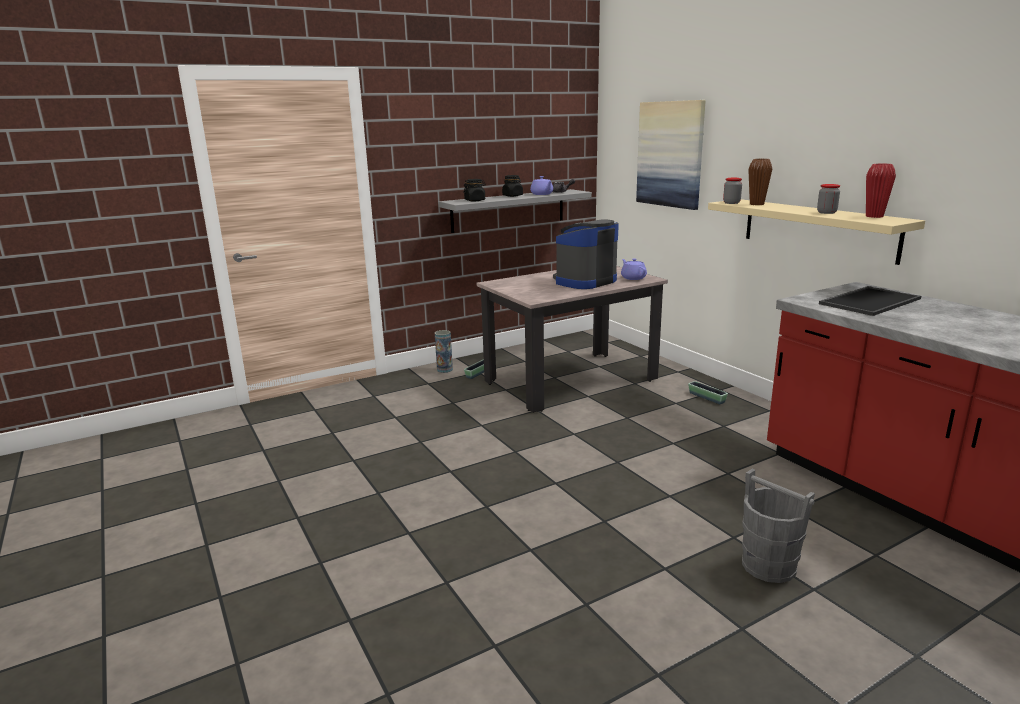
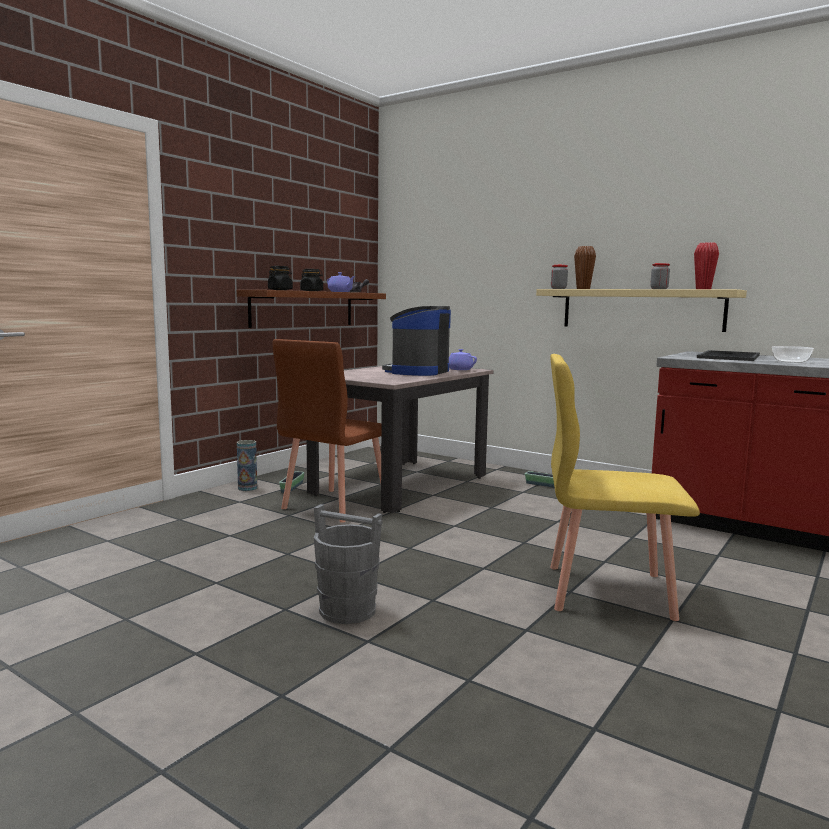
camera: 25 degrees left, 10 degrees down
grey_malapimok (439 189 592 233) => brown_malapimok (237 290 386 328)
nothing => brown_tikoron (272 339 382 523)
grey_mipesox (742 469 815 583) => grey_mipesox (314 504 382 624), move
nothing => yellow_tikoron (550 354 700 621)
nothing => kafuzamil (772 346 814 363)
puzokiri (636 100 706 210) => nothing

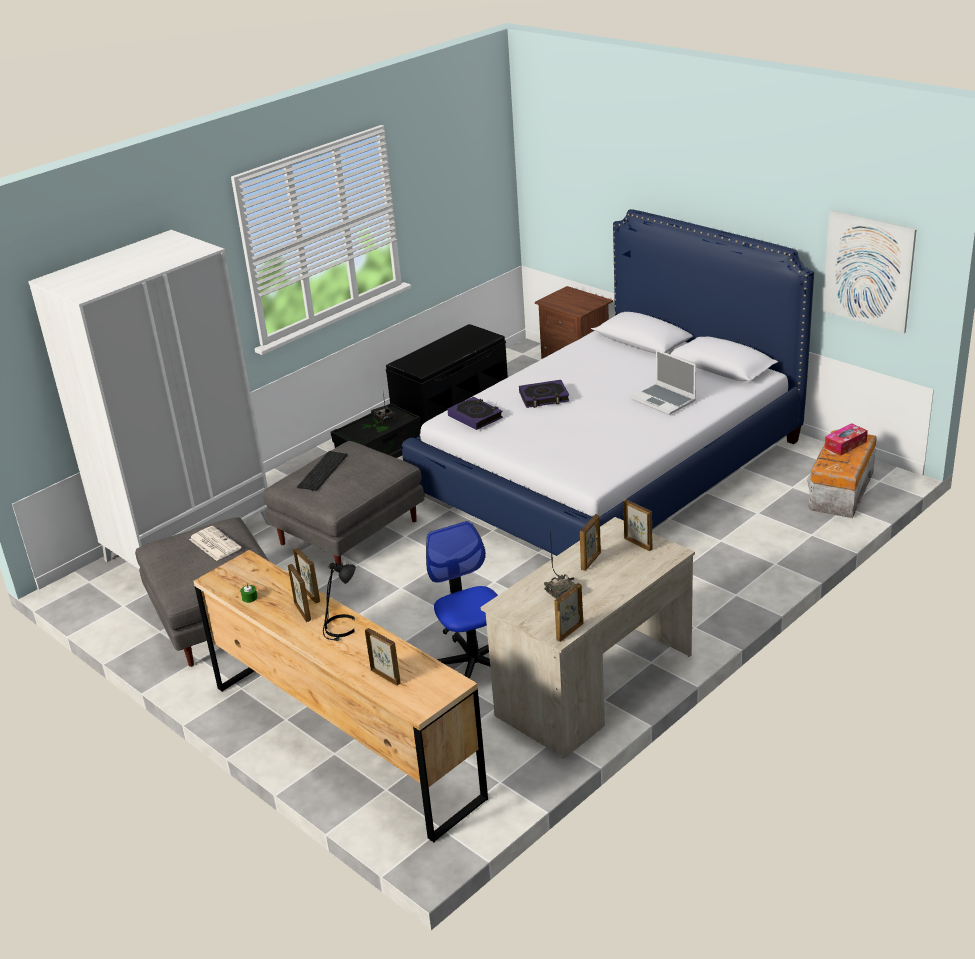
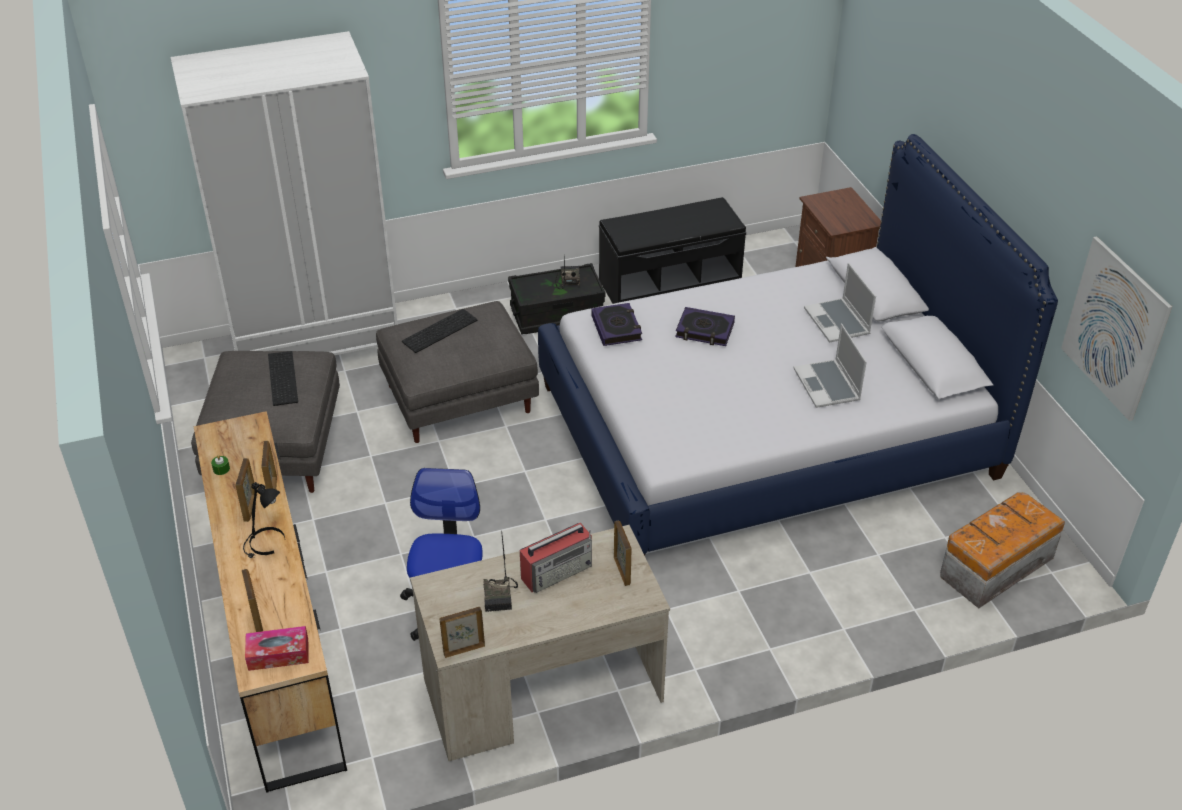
camera: 25 degrees right, 10 degrees up
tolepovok (825 423 868 456) => tolepovok (245 626 309 671), move
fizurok (189 526 241 561) => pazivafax (268 351 298 406)
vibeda (580 514 601 571) => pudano (520 523 592 593)
nothing => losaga (804 263 876 343)

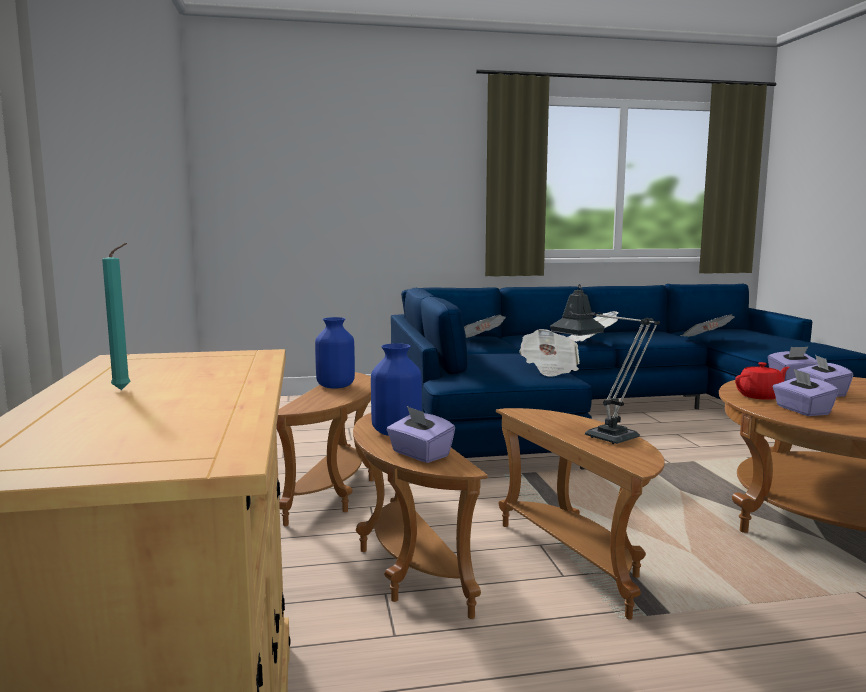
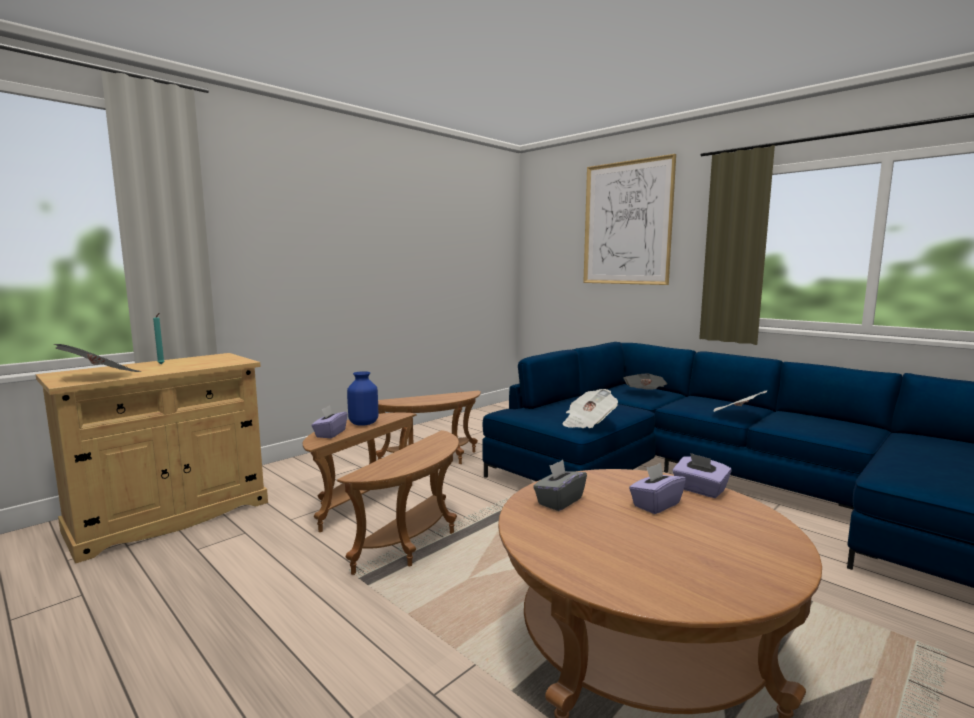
camera: 55 degrees right, 0 degrees up
fizurok (680 314 735 337) => fizurok (53 344 141 372), move
purple_tolepovok (773 368 839 416) => grey_tolepovok (533 460 587 511)
nothing => puzokiri (583 154 676 285)
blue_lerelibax (315 317 355 388) => nothing
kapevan (550 284 660 444) => nothing
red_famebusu (735 362 790 400) => nothing

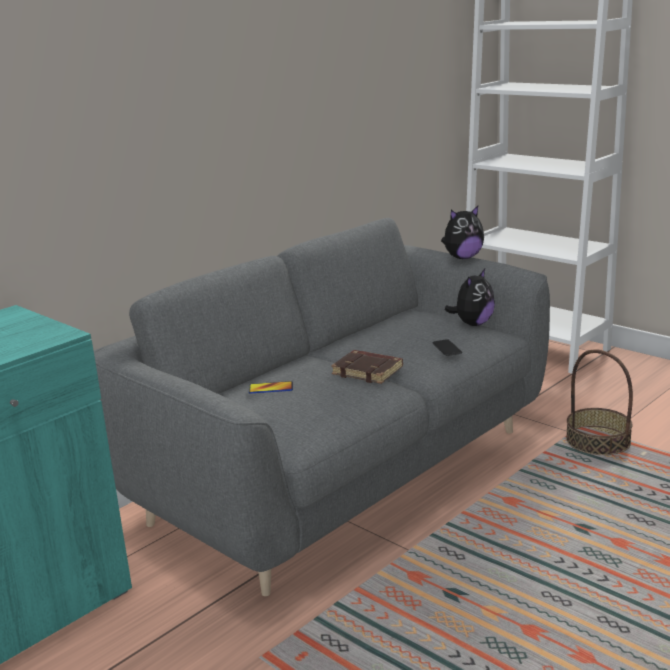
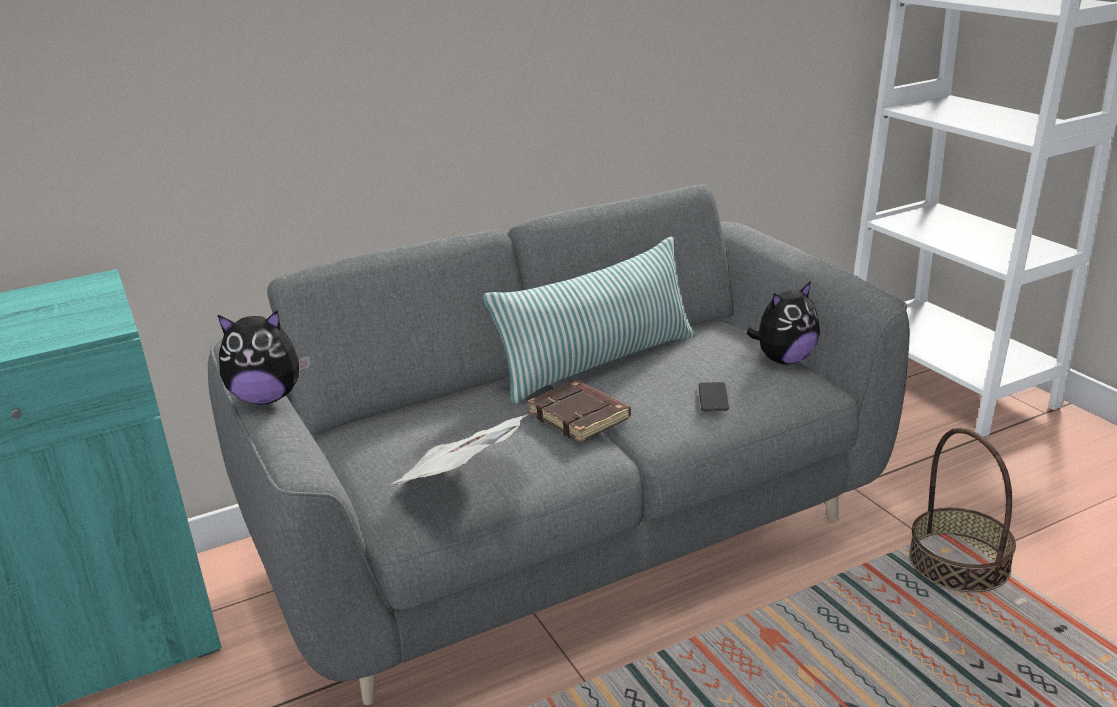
camera: 20 degrees right, 5 degrees up
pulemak (441 206 484 259) => pulemak (217 311 310 404), move
nothing => fizurok (392 414 529 484)
nothing => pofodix (483 236 695 405)
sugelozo (249 381 293 394) => nothing

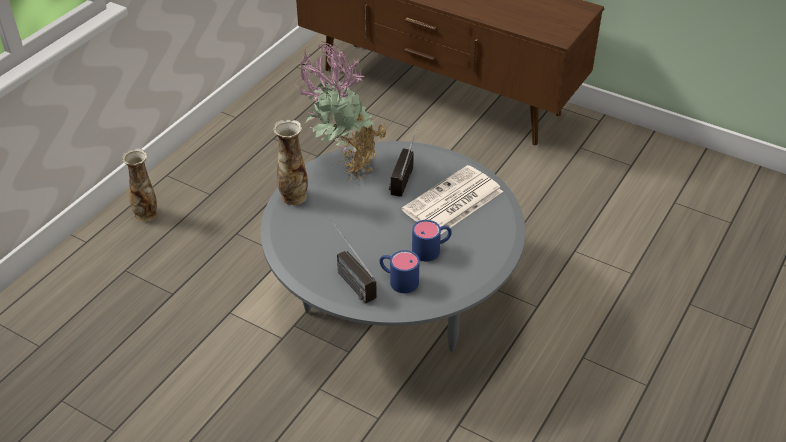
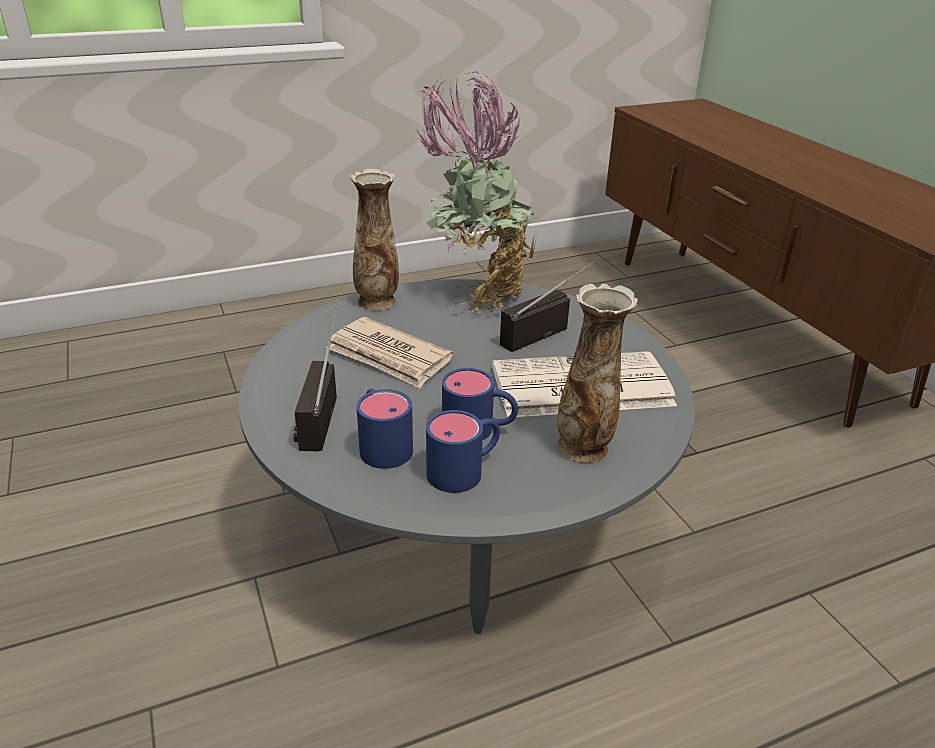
camera: 35 degrees right, 10 degrees down
nothing => fizurok (326 317 453 389)
nothing => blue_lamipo (426 410 500 493)
lerelibax (122 148 157 222) => lerelibax (557 284 638 463), move

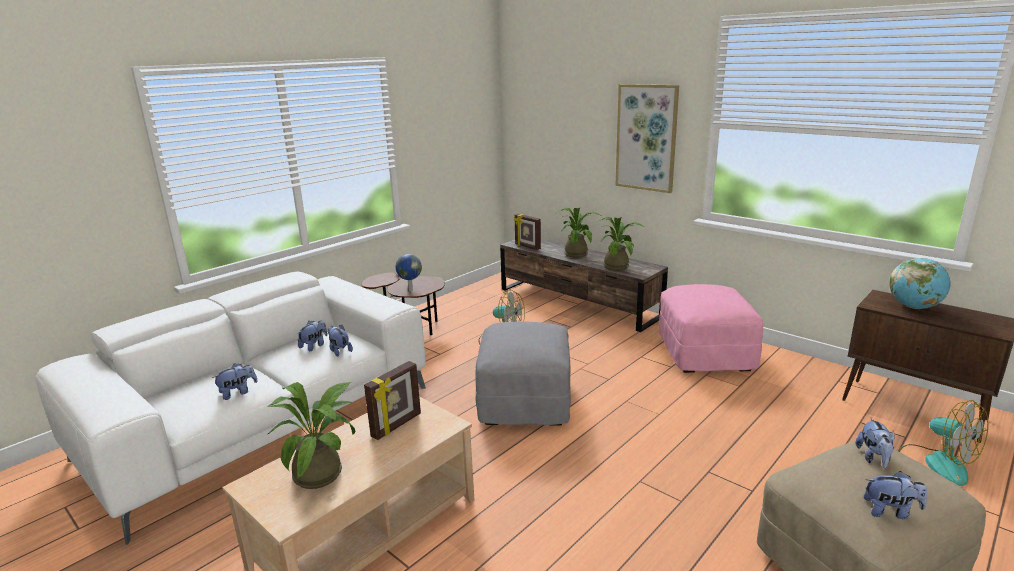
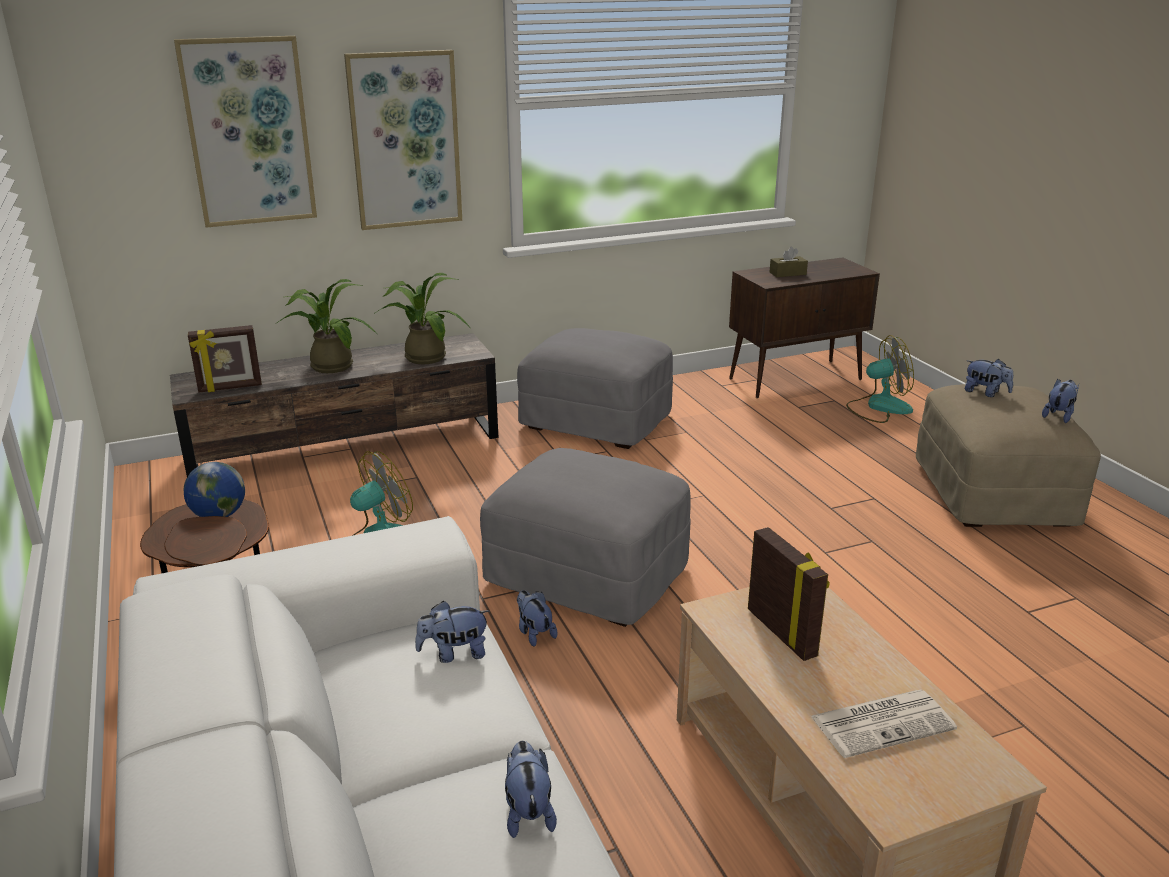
camera: 65 degrees left, 5 degrees up
nothing => puzokiri (174 36 317 228)
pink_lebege (659 284 763 373) => grey_lebege (517 328 673 449)
pulemak (297 320 328 352) => pulemak (517 590 557 647), move
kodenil (889 258 950 309) => brown_tolepovok (770 247 808 277)
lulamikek (268 382 355 489) => fizurok (811 690 957 758)

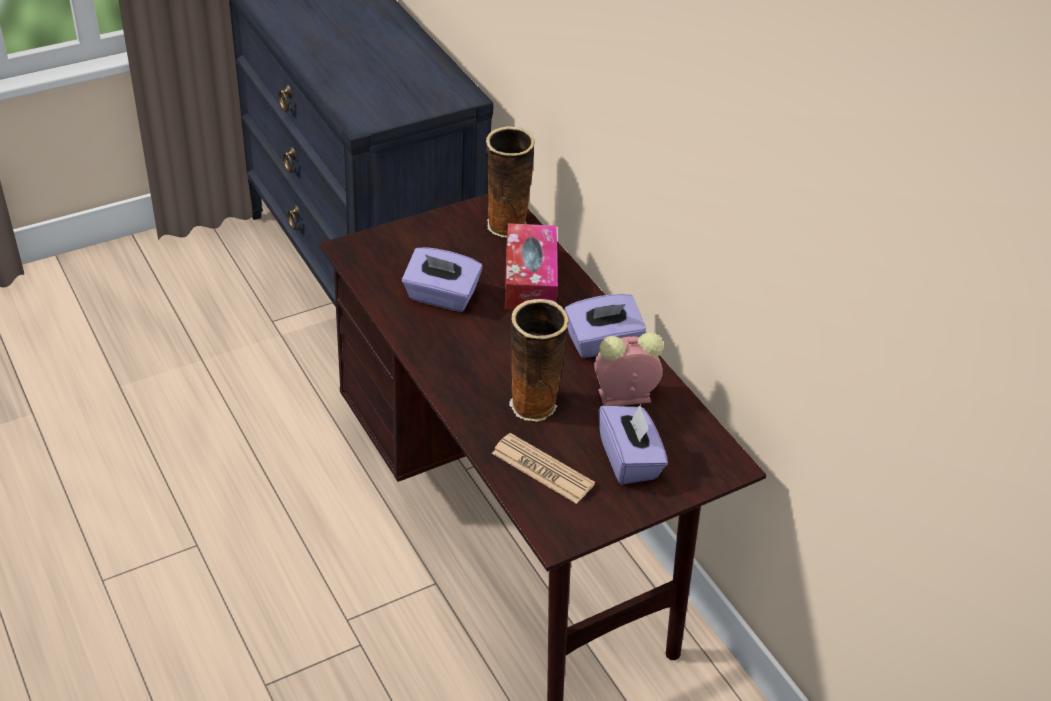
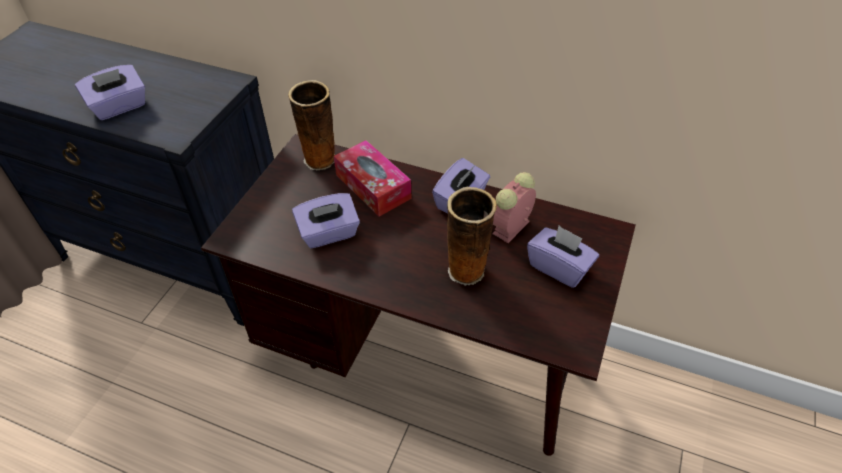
camera: 35 degrees left, 5 degrees up
nothing => purple_tolepovok (75 65 145 120)
fizurok (492 433 595 504) => nothing

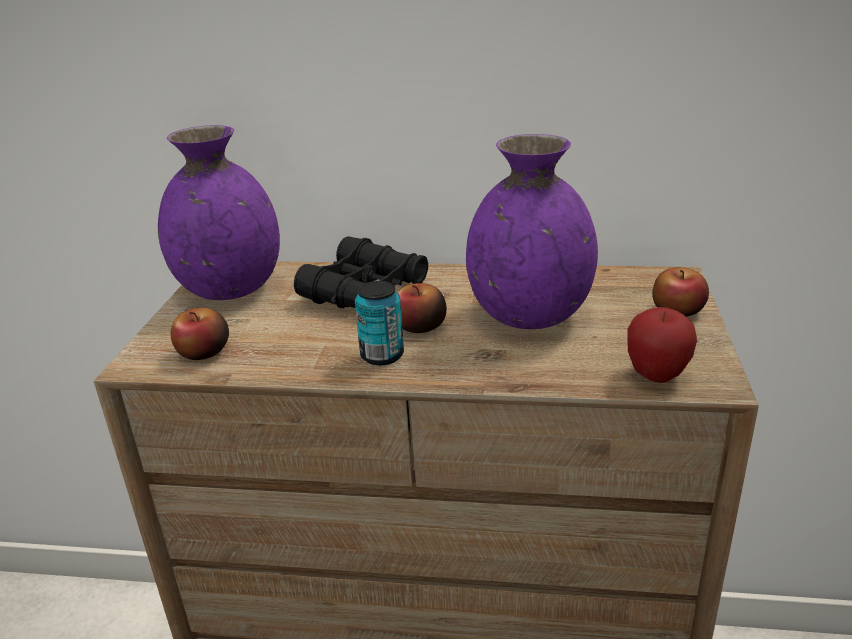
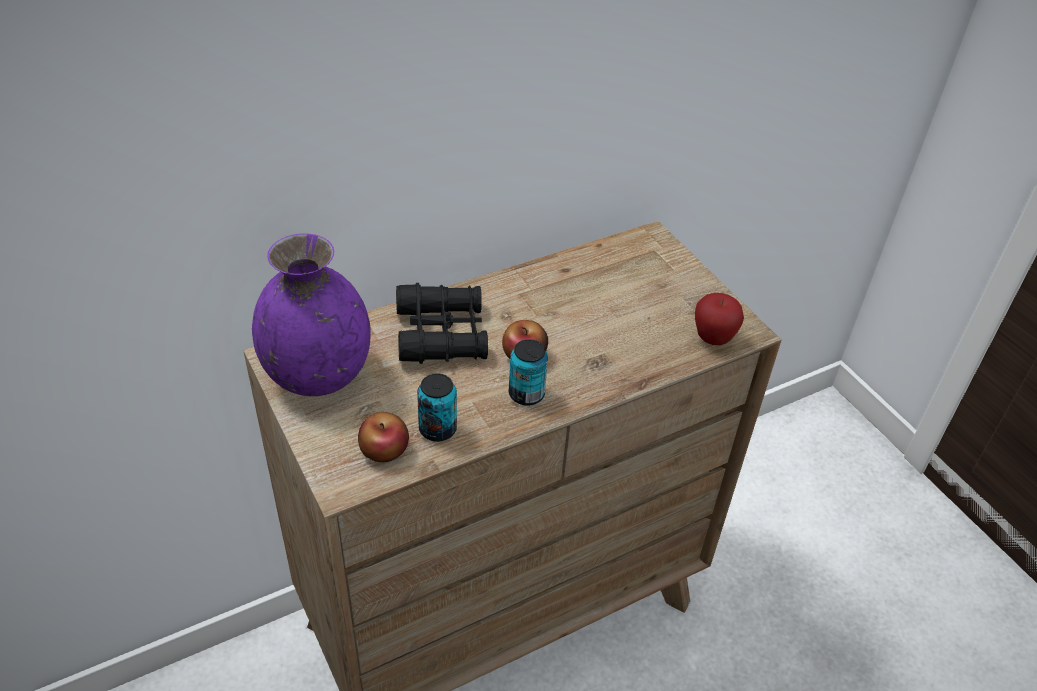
camera: 40 degrees left, 15 degrees up
nothing => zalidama (417 373 457 442)
purple_lerelibax (466 134 598 329) => nothing
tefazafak (653 267 709 317) => nothing

